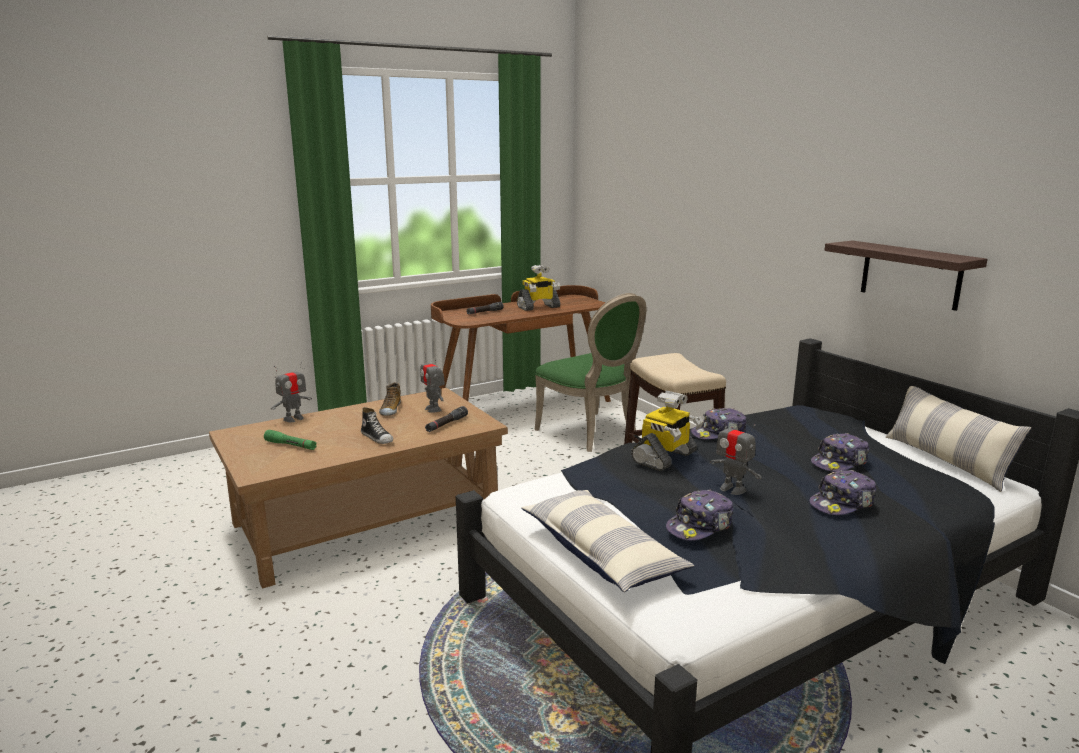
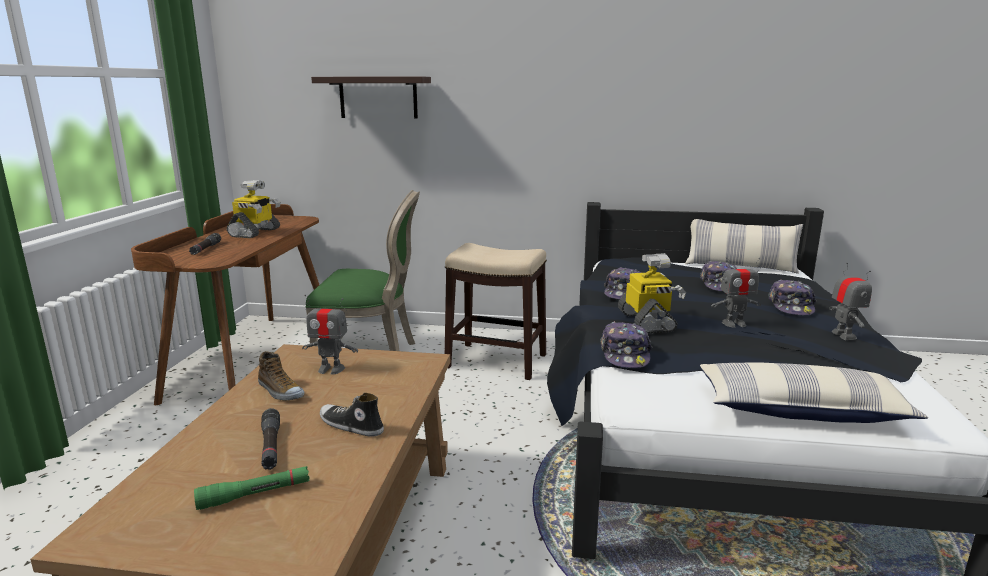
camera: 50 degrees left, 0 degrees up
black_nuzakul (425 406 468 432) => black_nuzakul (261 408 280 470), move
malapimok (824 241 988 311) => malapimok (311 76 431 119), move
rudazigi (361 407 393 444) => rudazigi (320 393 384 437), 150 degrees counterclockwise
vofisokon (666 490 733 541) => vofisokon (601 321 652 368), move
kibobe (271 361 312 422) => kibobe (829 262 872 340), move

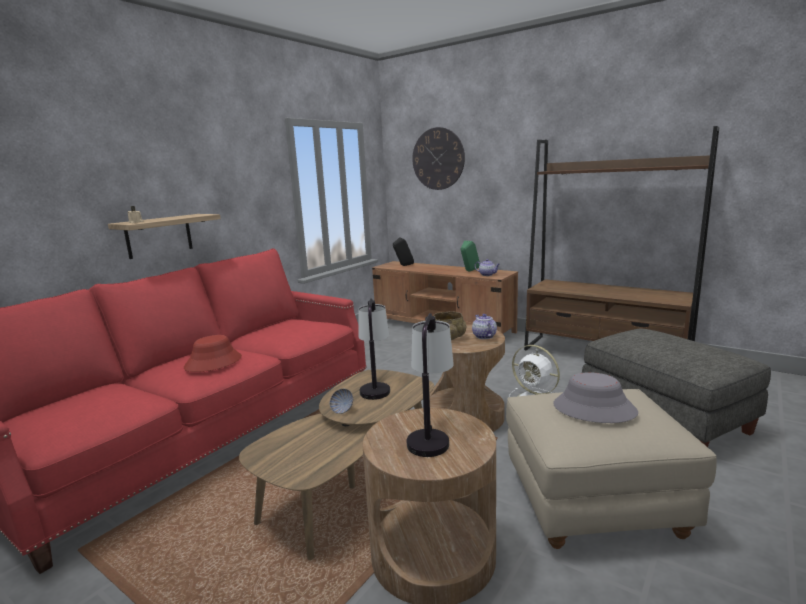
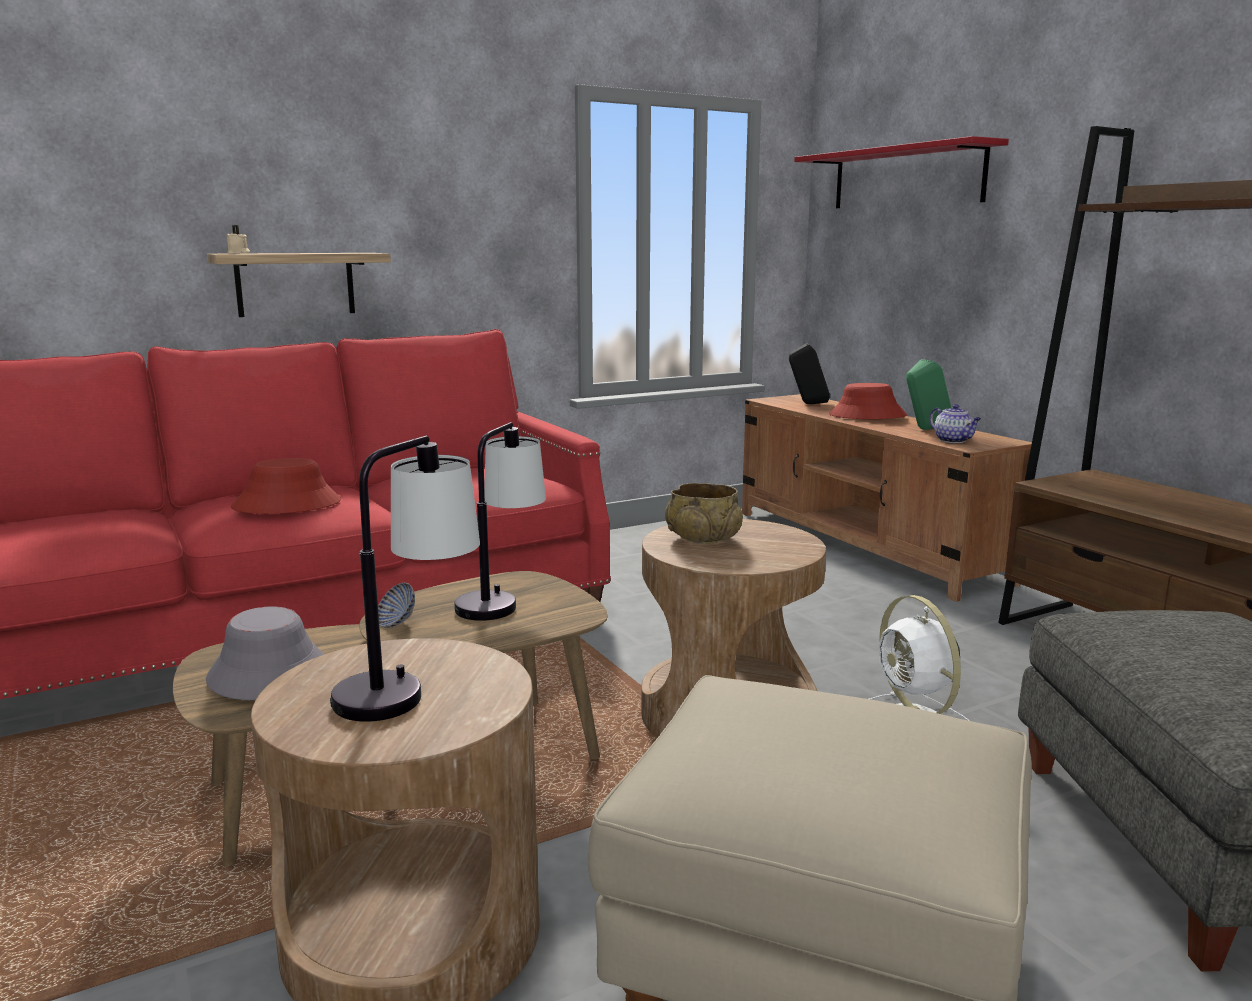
camera: 25 degrees right, 0 degrees up
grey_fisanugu (553 372 638 423) => grey_fisanugu (206 606 324 700), move
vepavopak (412 127 465 190) => red_malapimok (794 136 1009 208)
nothing => red_fisanugu (829 383 907 419)
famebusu (472 314 497 339) => nothing

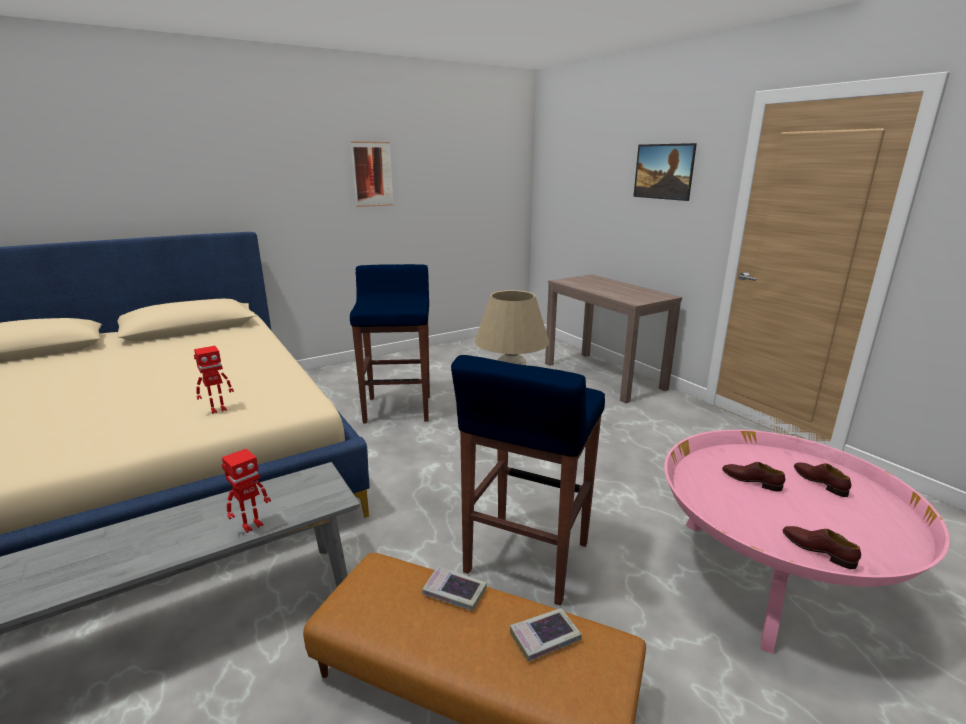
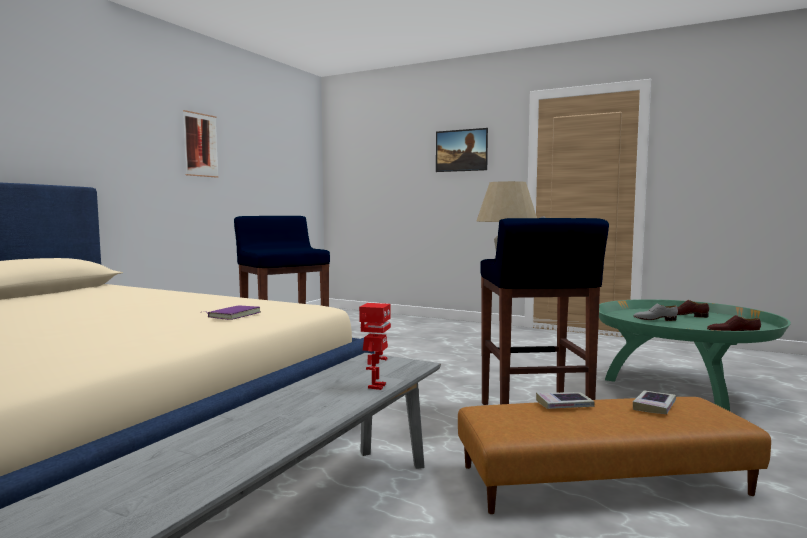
camera: 30 degrees left, 15 degrees down
kibobe (194 346 234 414) => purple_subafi (203 306 261 320)
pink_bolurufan (664 430 950 654) => green_bolurufan (599 299 791 411)
brown_rudazigi (722 462 785 492) => grey_rudazigi (633 303 678 321)
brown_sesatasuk (545 274 682 404) => nothing

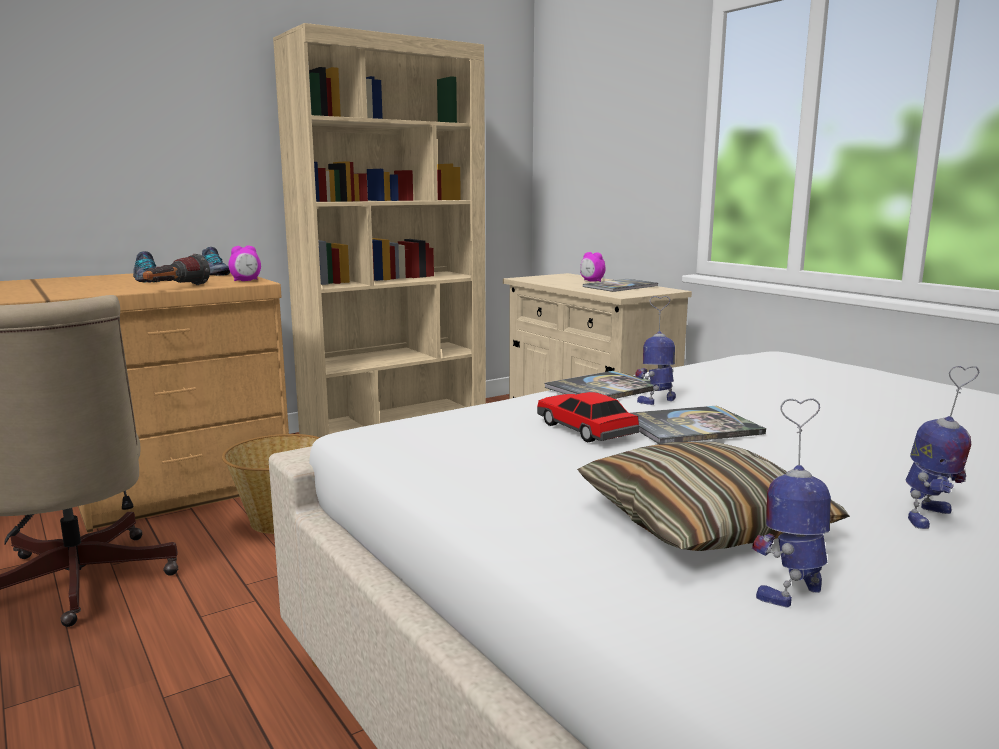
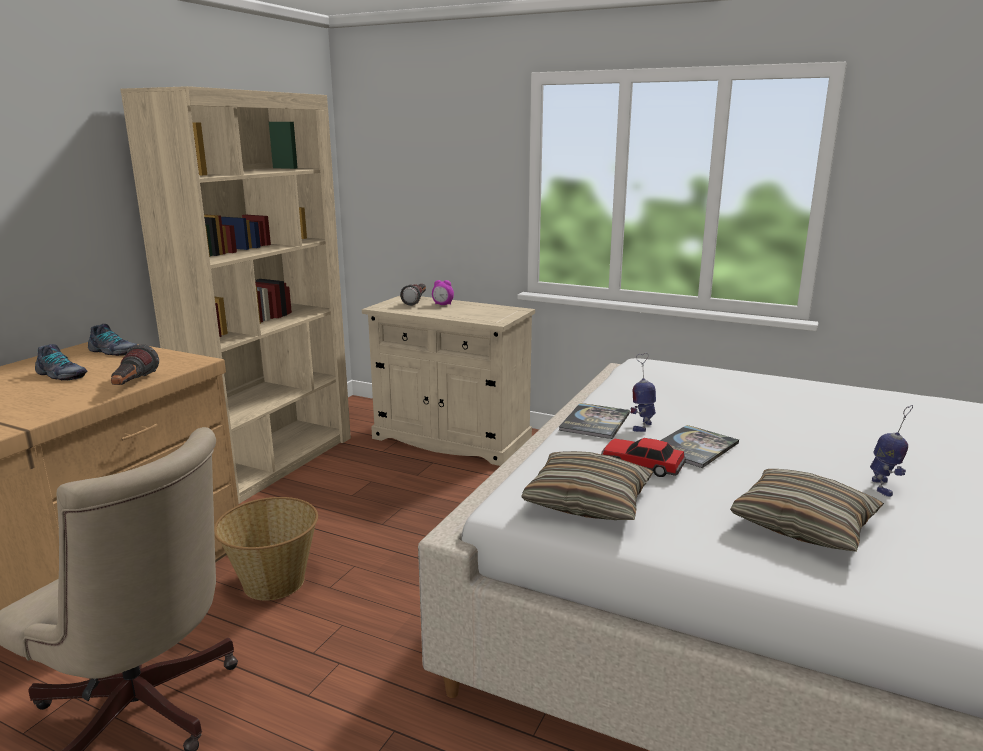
camera: 30 degrees left, 5 degrees up
nothing => nuzakul (400 284 426 306)
nothing => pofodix (521 451 654 520)
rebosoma (229 245 261 281) => nothing
subafi (583 279 658 292) => nothing
kibobe (752 398 831 607) => nothing

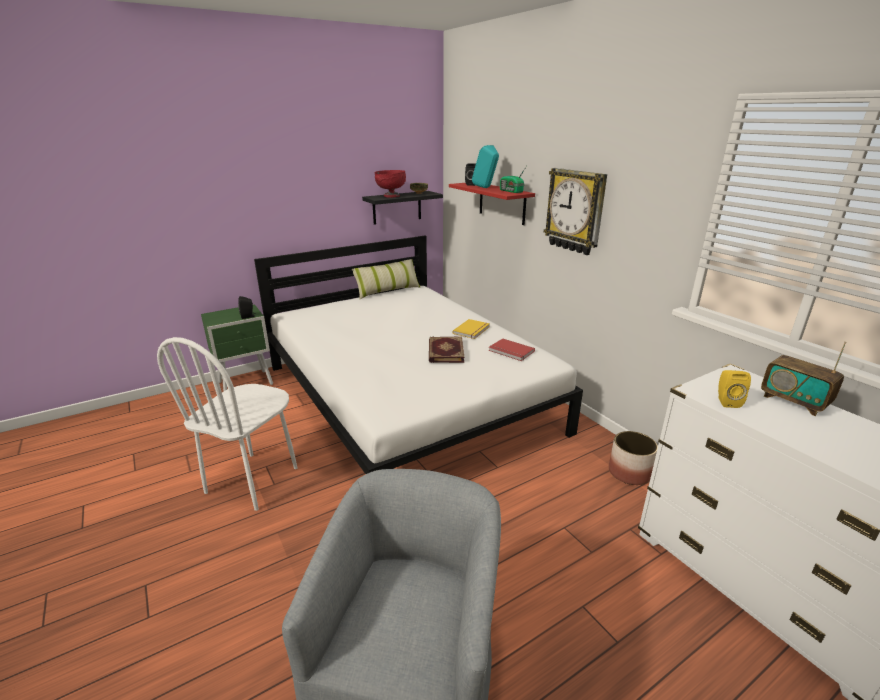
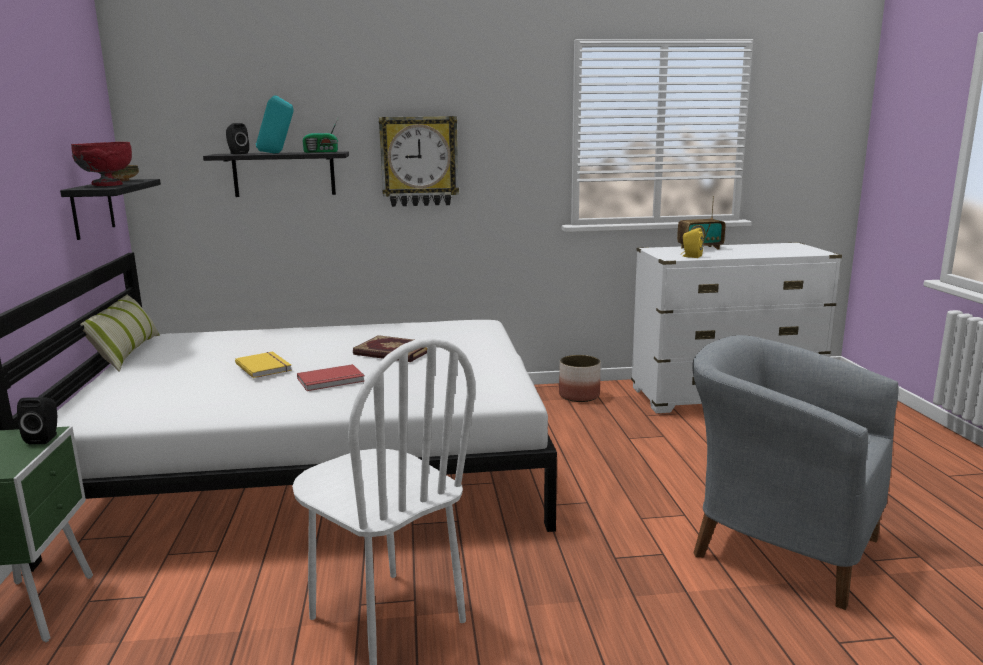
camera: 65 degrees left, 10 degrees down
red_malapimok (449 183 535 225) => black_malapimok (203 152 349 197)
yellow_subafi (452 319 490 339) => yellow_subafi (235 352 292 378), move
red_subafi (489 338 535 361) => red_subafi (297 364 365 391), move

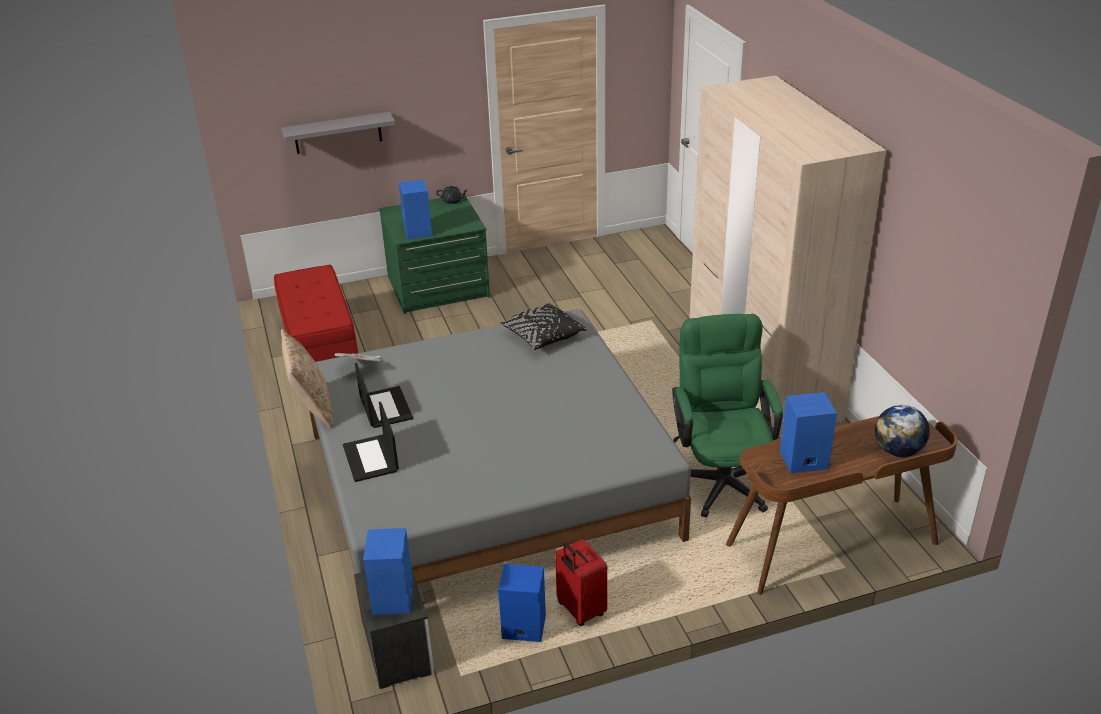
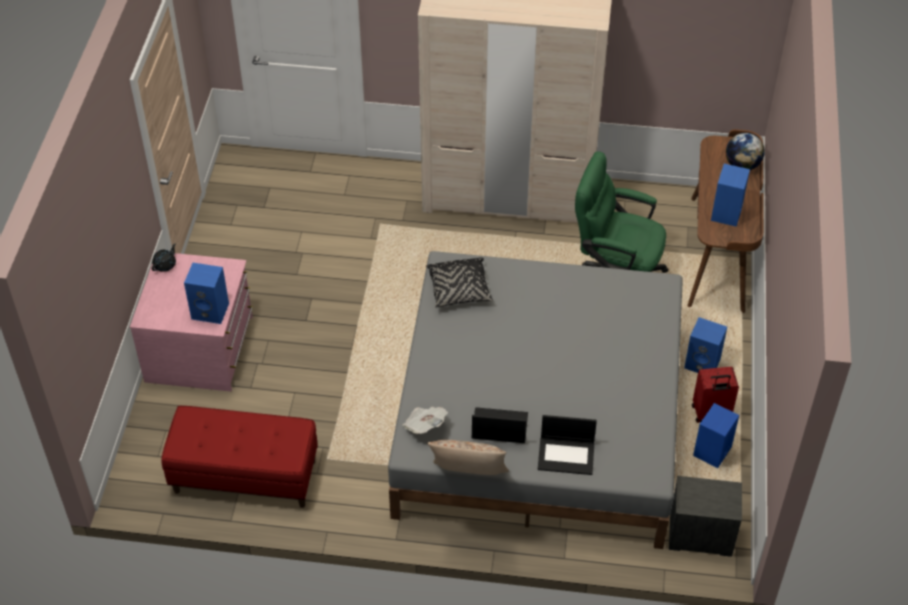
camera: 65 degrees left, 15 degrees up
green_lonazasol (379 196 490 314) => pink_lonazasol (130 253 253 392)
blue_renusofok (363 528 413 615) => blue_renusofok (684 317 727 373), move
grey_malapimok (281 112 395 154) => nothing

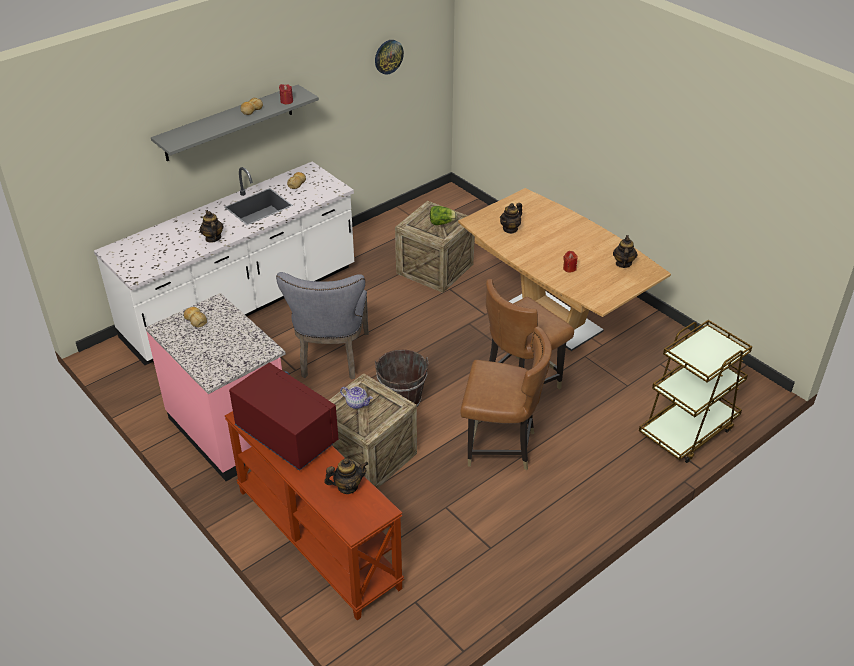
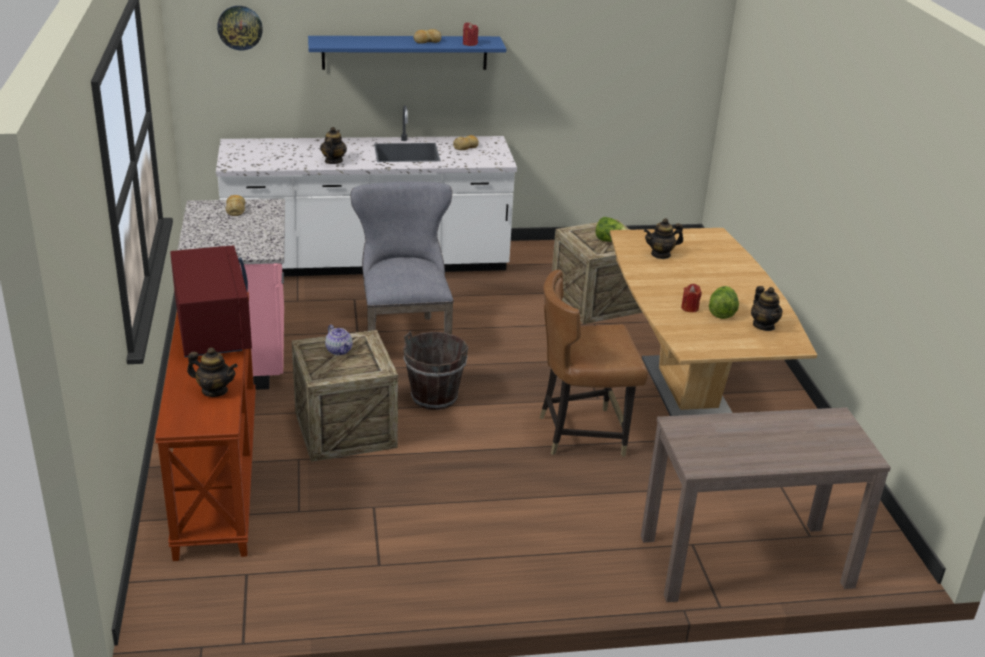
camera: 30 degrees right, 10 degrees down
vepavopak (375 40 404 75) => vepavopak (217 6 263 50), move
grey_malapimok (151 85 319 161) => blue_malapimok (308 36 506 70)
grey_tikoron (276 272 369 380) => grey_tikoron (351 181 454 334), 135 degrees clockwise
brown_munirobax (639 320 753 463) => brown_sesatasuk (641 407 891 602)
nothing => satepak (709 286 739 319)
famebusu (613 235 637 268) => famebusu (751 286 783 331), 120 degrees clockwise
brown_tikoron (460 327 552 470) => nothing

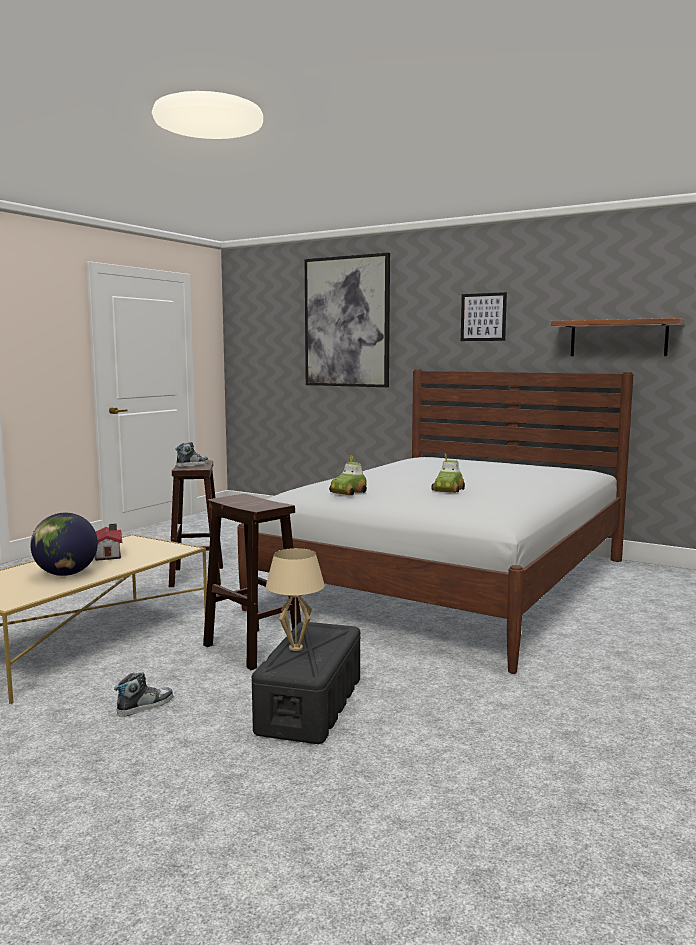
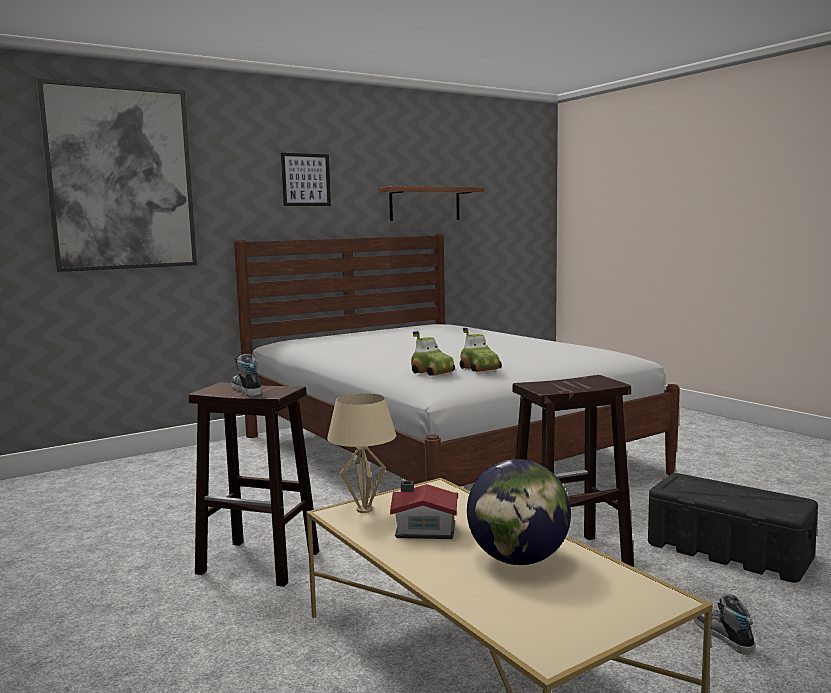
camera: 65 degrees left, 0 degrees up
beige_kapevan (266 548 325 651) => beige_kapevan (327 393 396 513), move
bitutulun (431 453 465 493) => bitutulun (411 331 455 376), move

